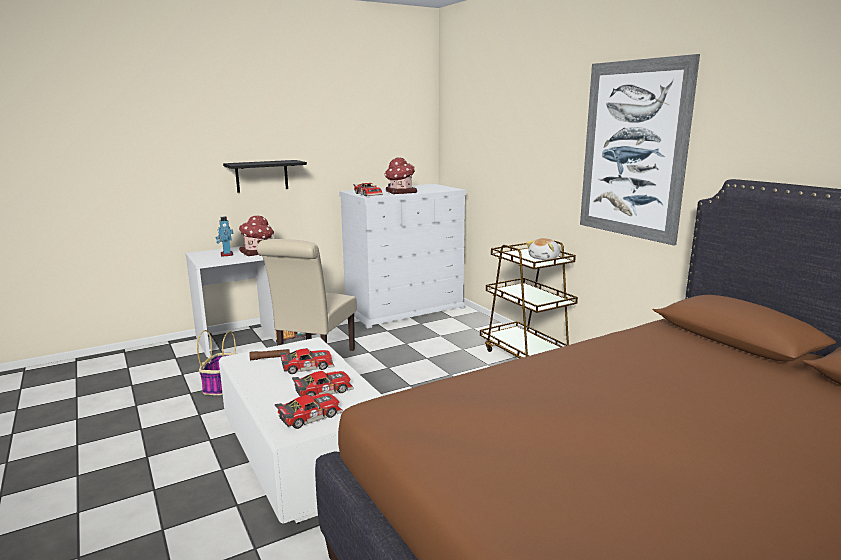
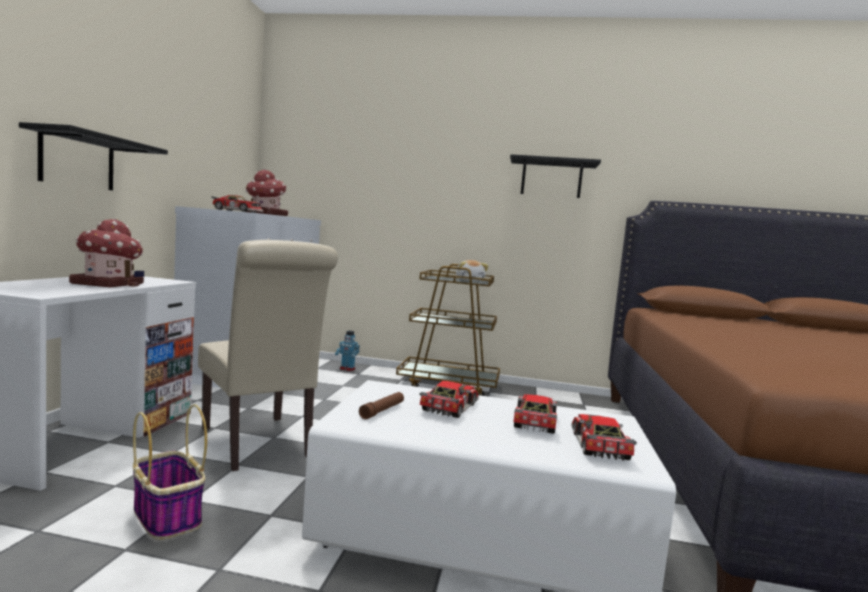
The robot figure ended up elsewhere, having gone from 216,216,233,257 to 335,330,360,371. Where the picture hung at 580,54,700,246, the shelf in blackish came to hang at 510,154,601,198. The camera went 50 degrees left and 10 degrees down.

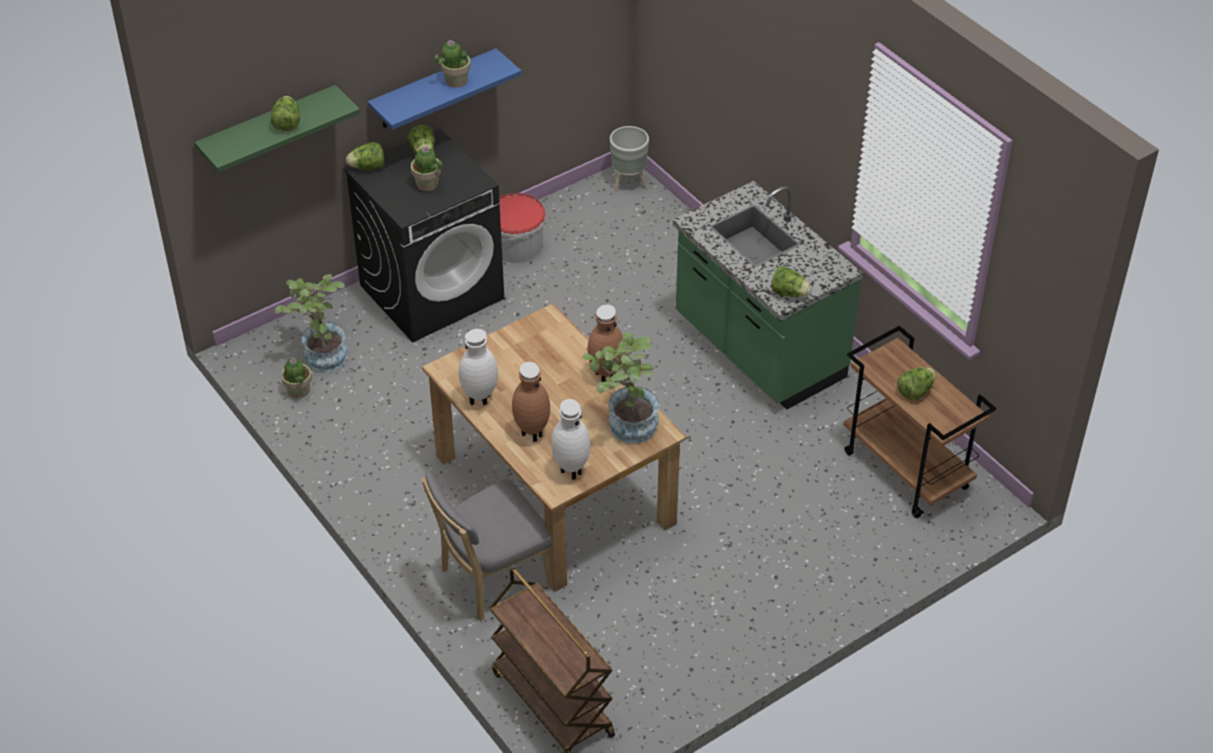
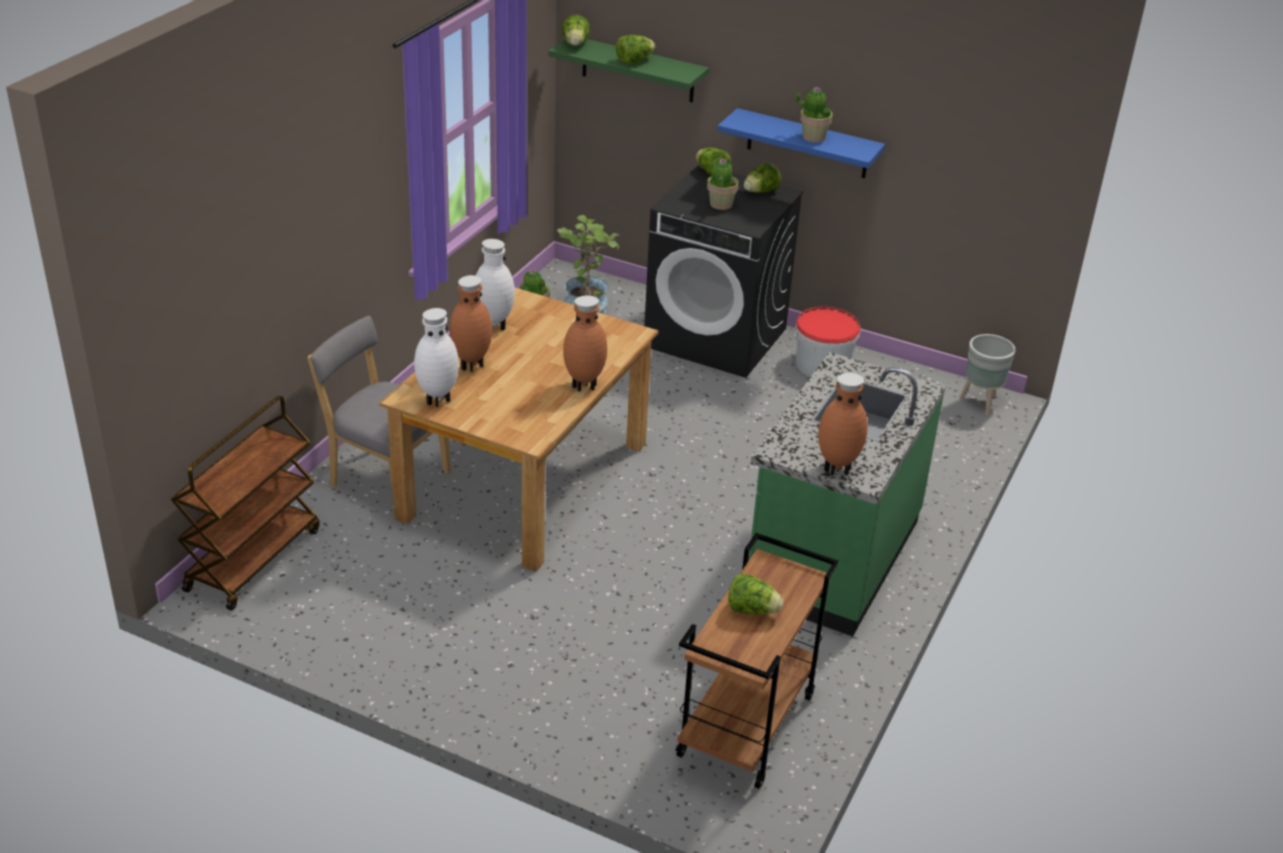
The second view lost the potted plant at 582,332,659,443. The second view gained the vase in brown-coloured at 818,373,868,476. The lettuce head ended up elsewhere, having gone from 771,266,812,297 to 562,15,589,46. The camera went 60 degrees right and 10 degrees down.

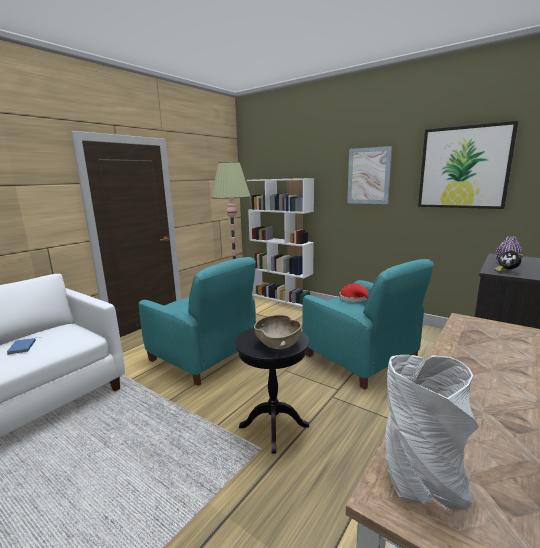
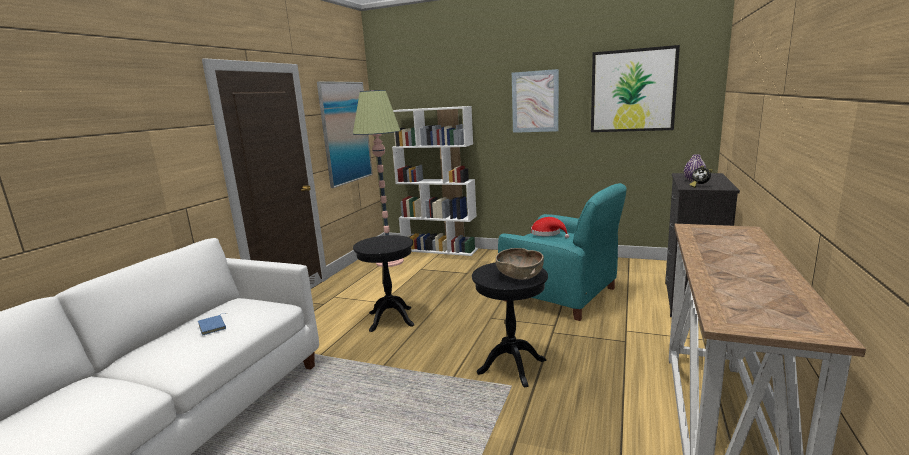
The second view lost the vase in grey at 386,355,478,510. The second view gained the picture at 317,81,373,188. Where the easy chair in turquoise-coloured stood at 139,257,256,386, the accent table in blackish came to stand at 353,235,414,332. The camera went 15 degrees left and 0 degrees up.

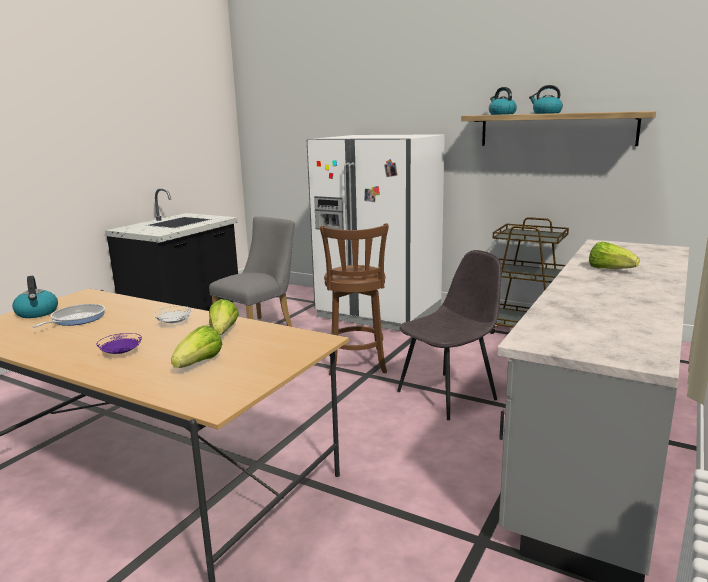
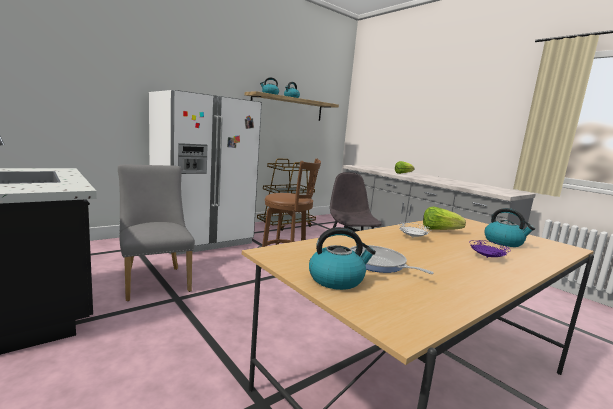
Where the lettuce head stood at 171,326,222,368, the kettle came to stand at 484,208,535,247. The camera went 70 degrees left and 5 degrees down.

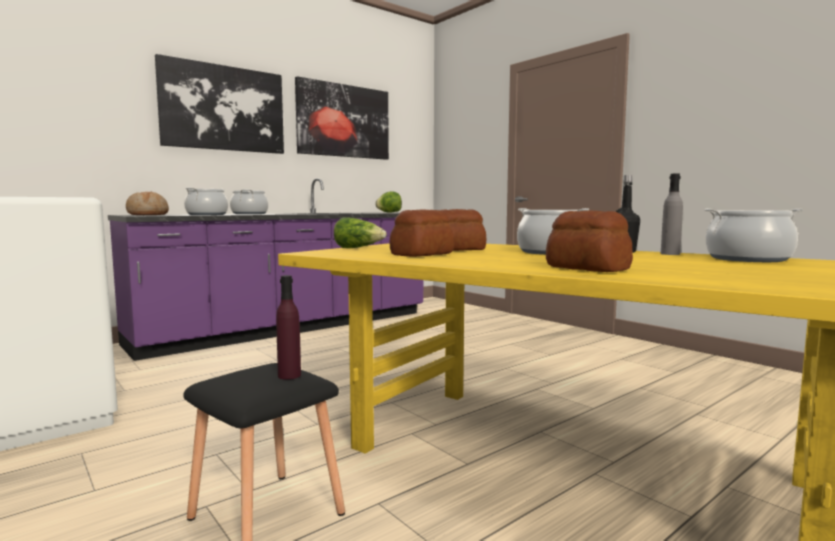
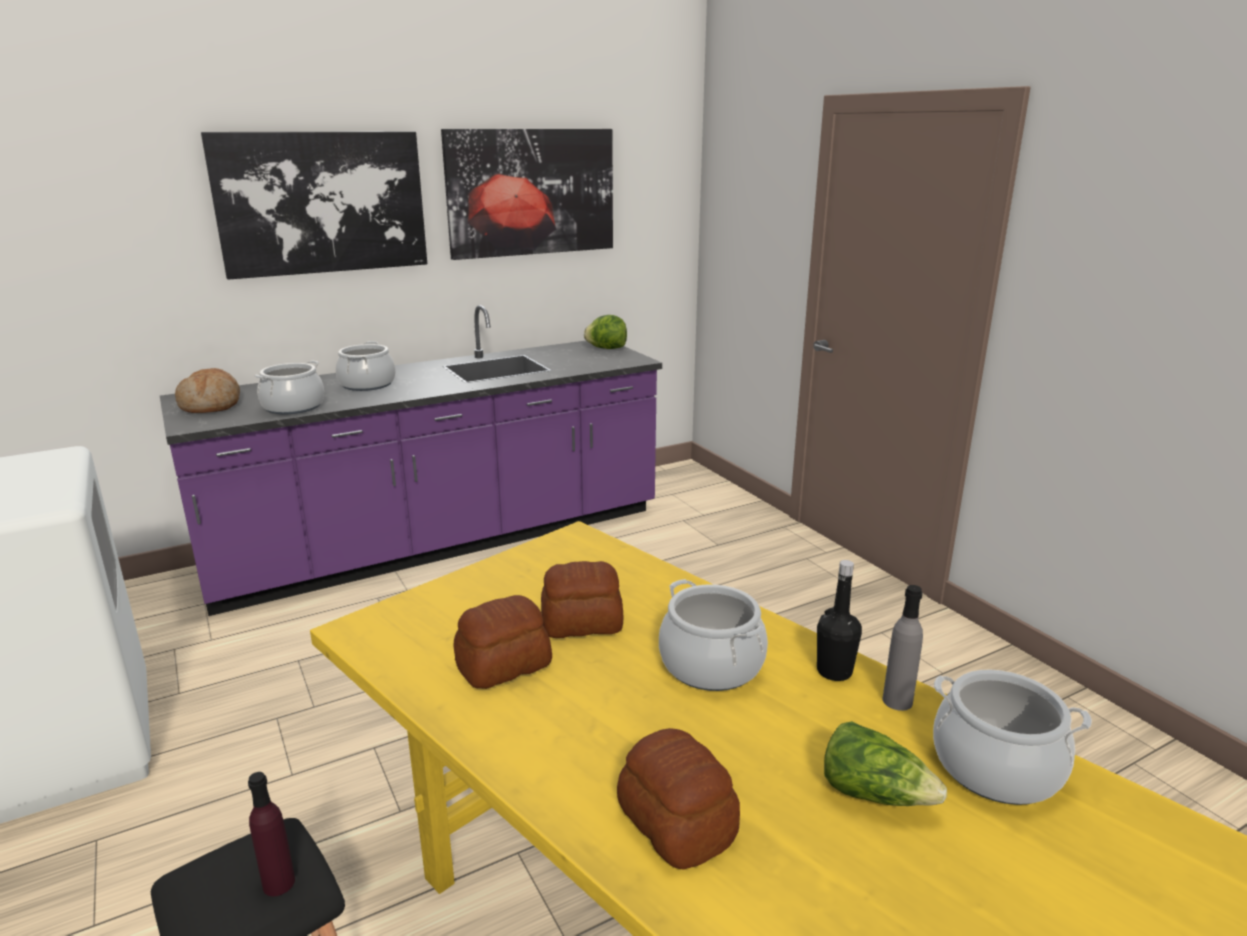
The lettuce head ended up elsewhere, having gone from 334,217,387,248 to 824,721,947,806. The camera went 10 degrees right and 15 degrees up.

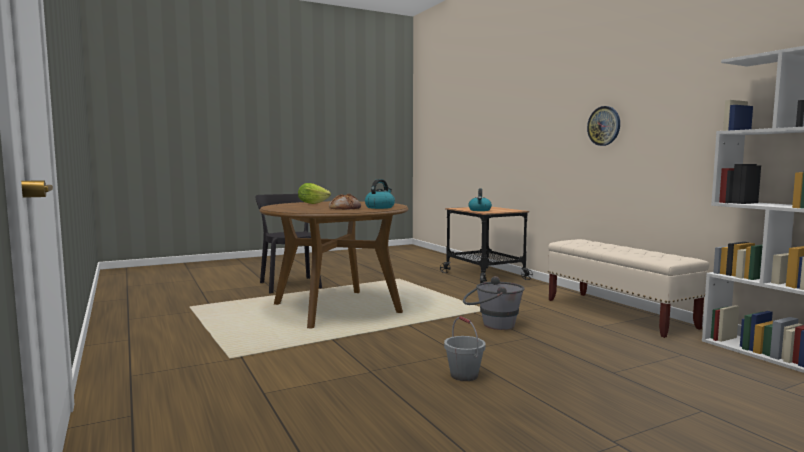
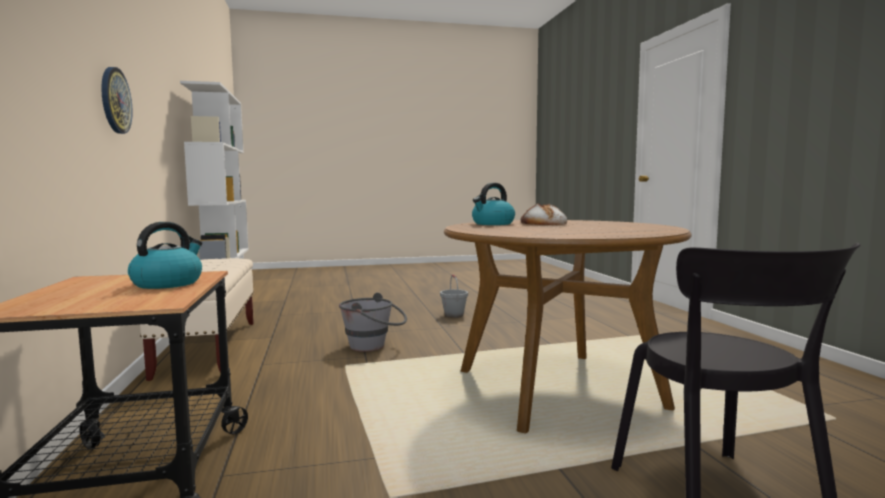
The second view lost the lettuce head at 298,183,331,204. The camera went 165 degrees left and 0 degrees up.

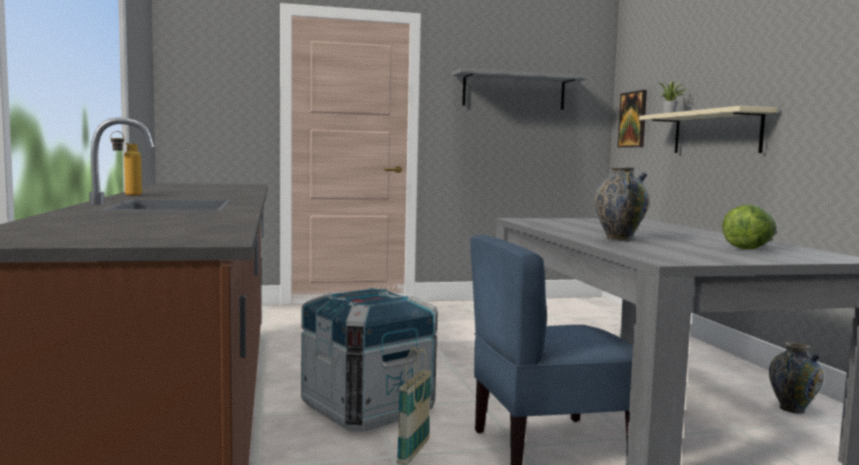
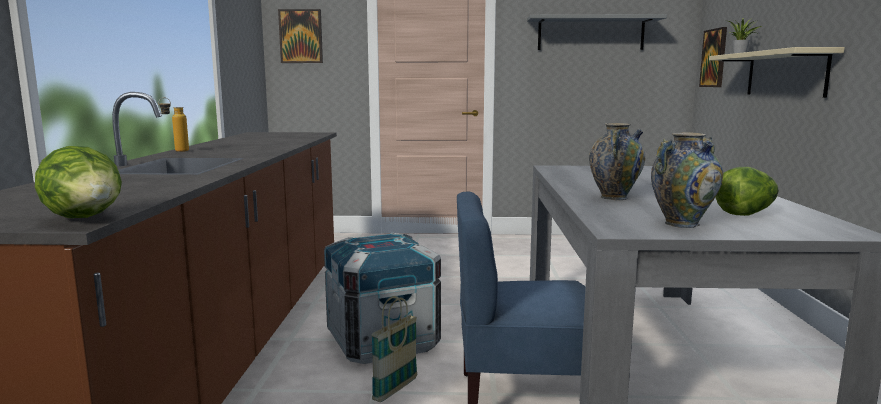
The second view gained the lettuce head at 35,146,122,218. The second view gained the picture at 278,9,323,63. The vase ended up elsewhere, having gone from 769,342,824,414 to 651,132,723,228. The camera went 15 degrees right and 5 degrees up.

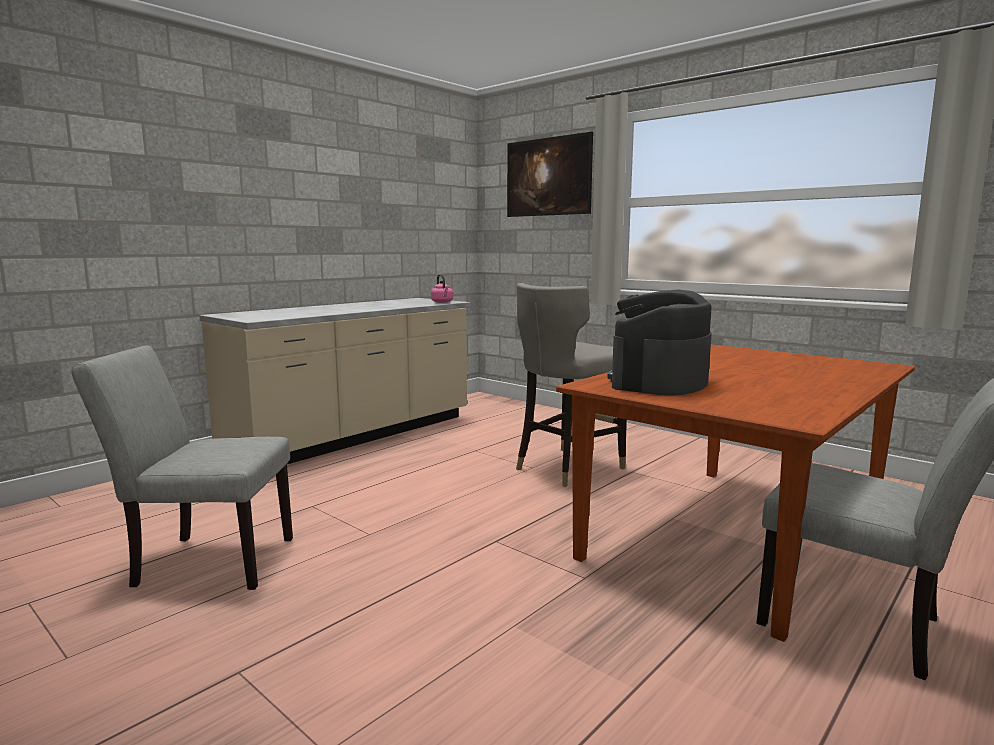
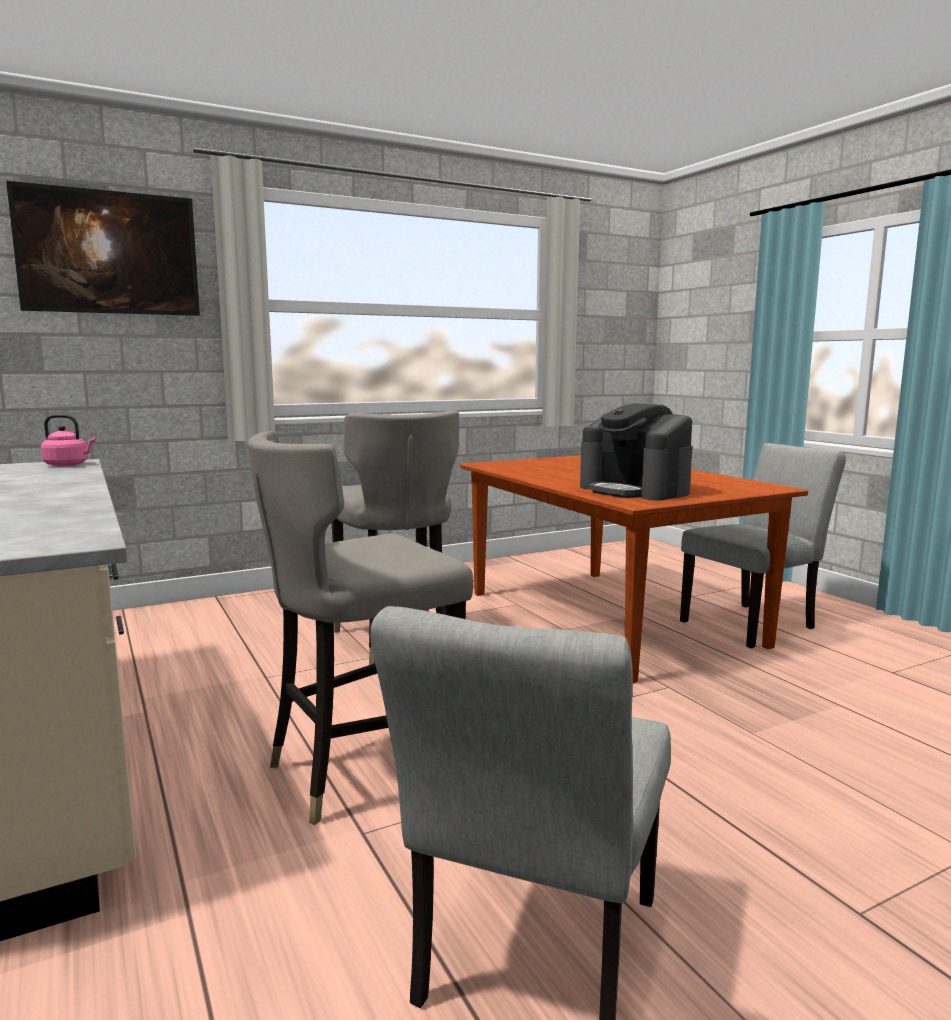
The second view gained the sitting stool in grey at 248,431,474,825. The camera went 70 degrees left and 0 degrees up.

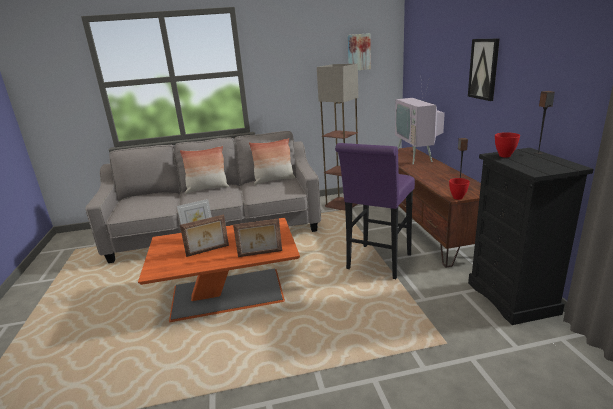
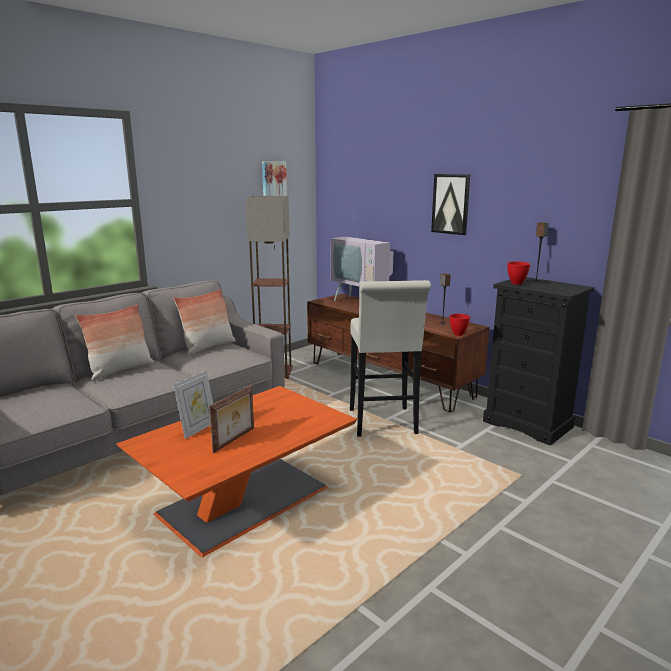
The second view lost the picture frame at 233,219,282,257. What was the sitting stool in purple-coloured at 335,143,415,279 turned into the sitting stool in white-coloured at 350,280,431,436. The camera went 35 degrees left and 5 degrees down.

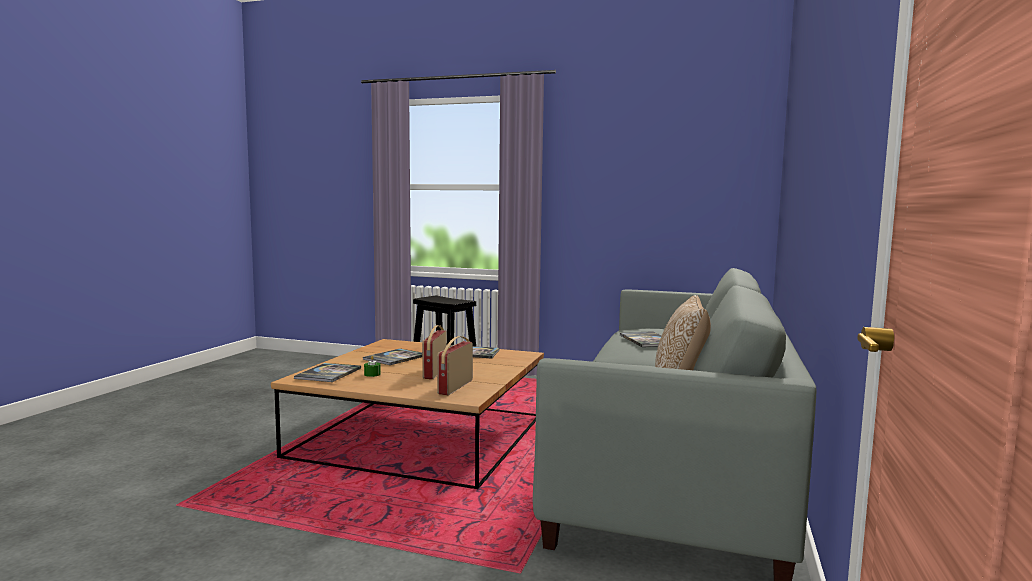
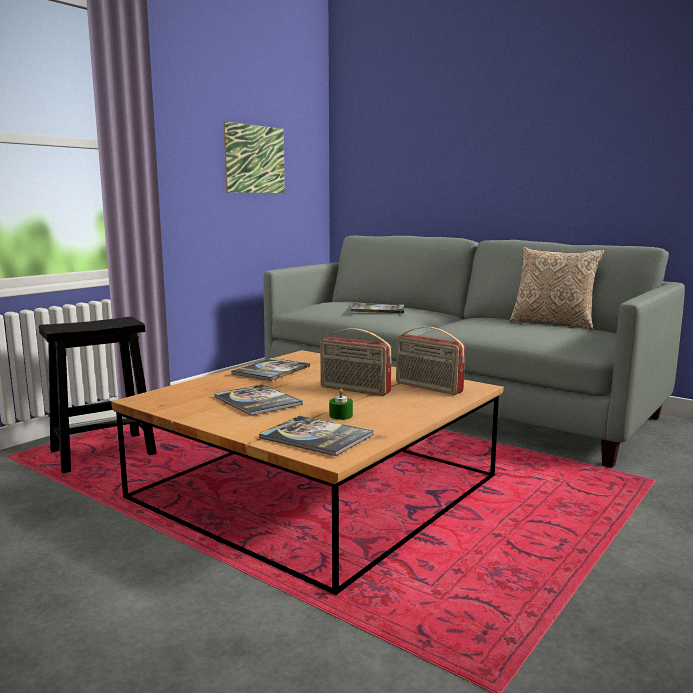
The second view gained the picture at 224,121,285,193. The camera went 70 degrees left and 5 degrees up.

